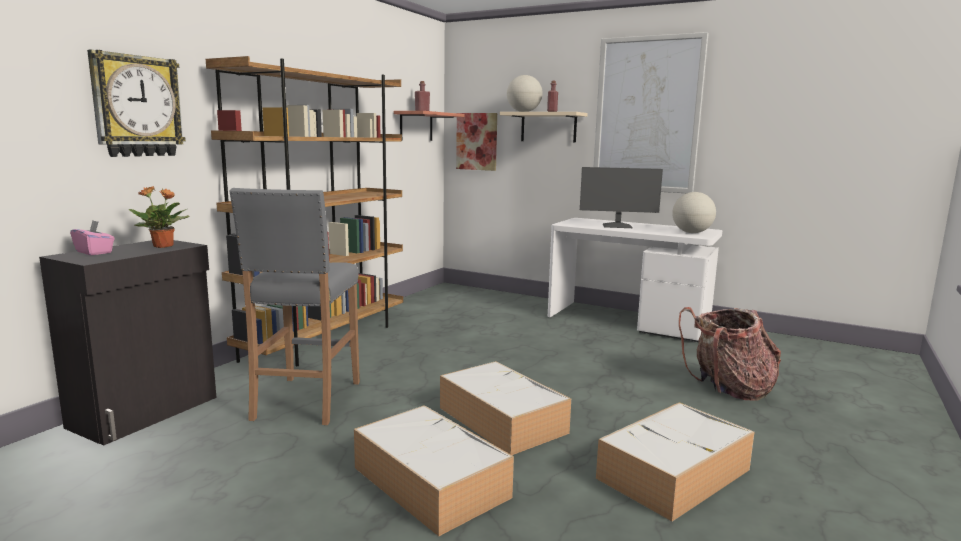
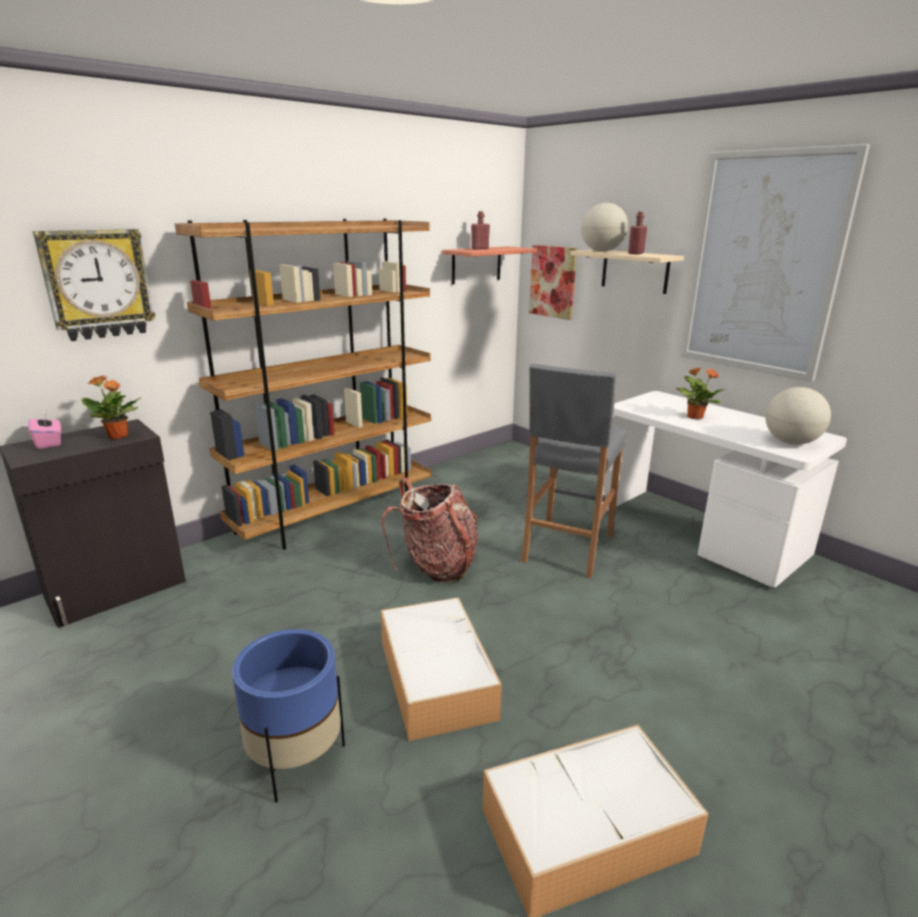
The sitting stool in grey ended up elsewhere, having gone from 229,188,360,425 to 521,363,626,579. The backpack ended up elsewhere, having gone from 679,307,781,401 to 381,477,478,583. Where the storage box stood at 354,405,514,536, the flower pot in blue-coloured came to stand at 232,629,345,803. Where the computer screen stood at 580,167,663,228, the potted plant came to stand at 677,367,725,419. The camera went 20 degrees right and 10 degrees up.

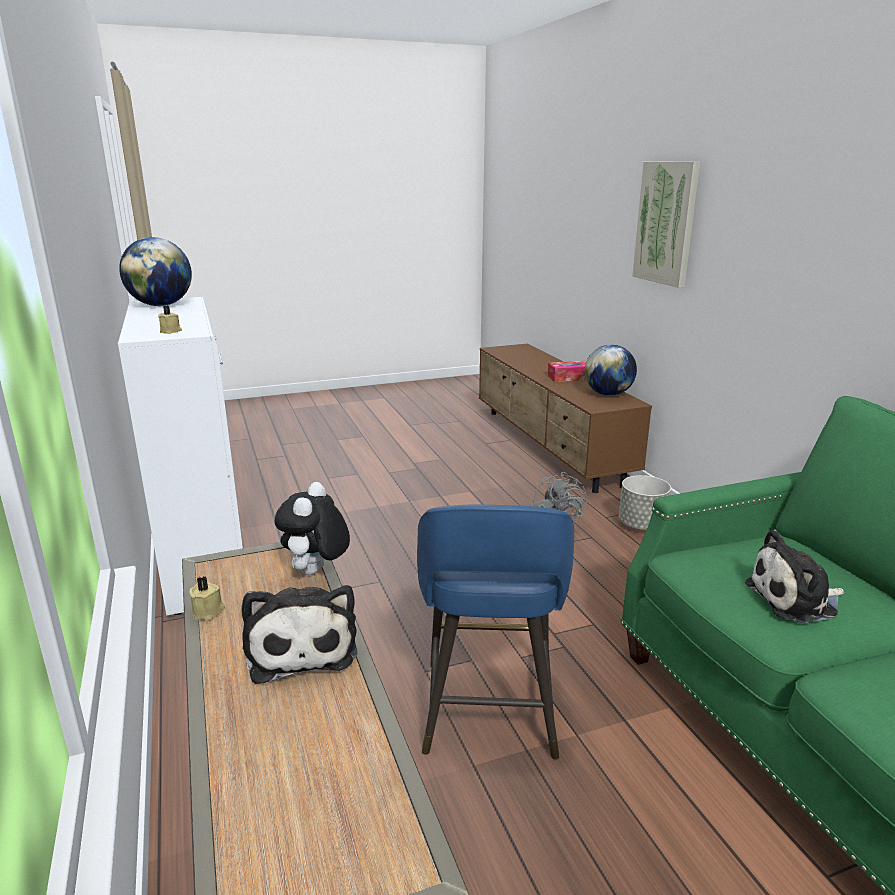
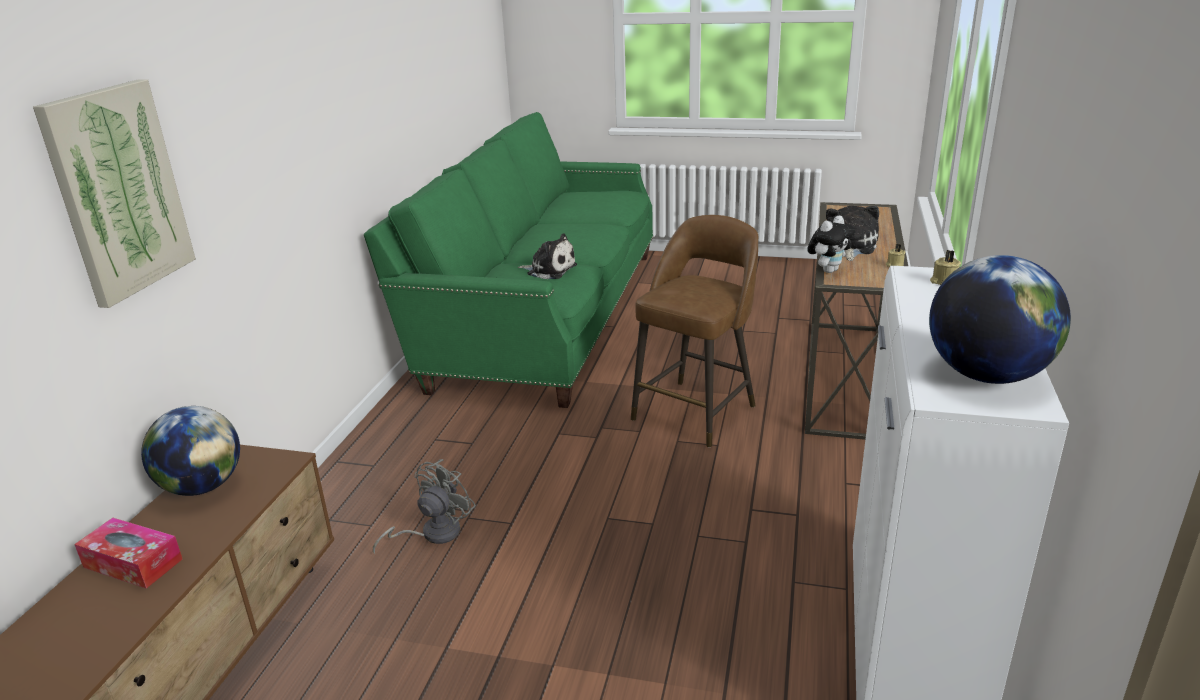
The second view lost the flower pot in grey at 619,475,671,530. What was the sitting stool in blue-coloured at 417,505,574,760 turned into the sitting stool in brown-coloured at 631,215,758,447. The camera went 145 degrees left and 5 degrees up.

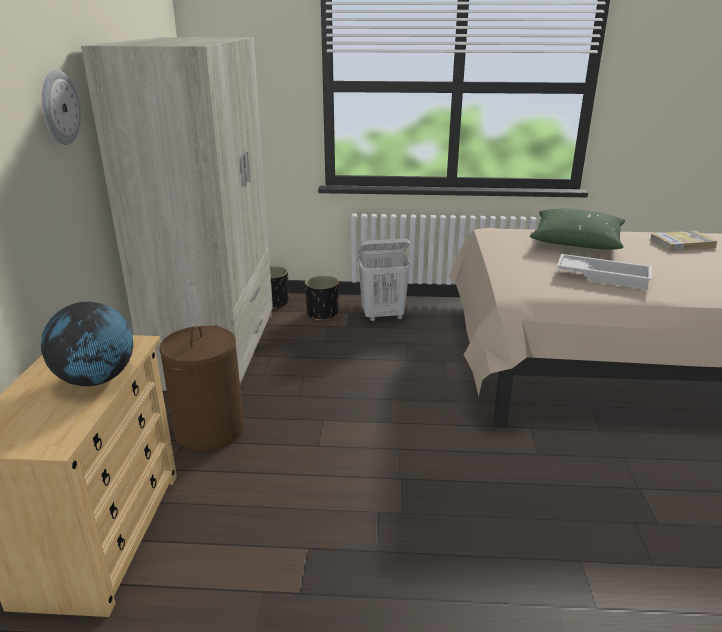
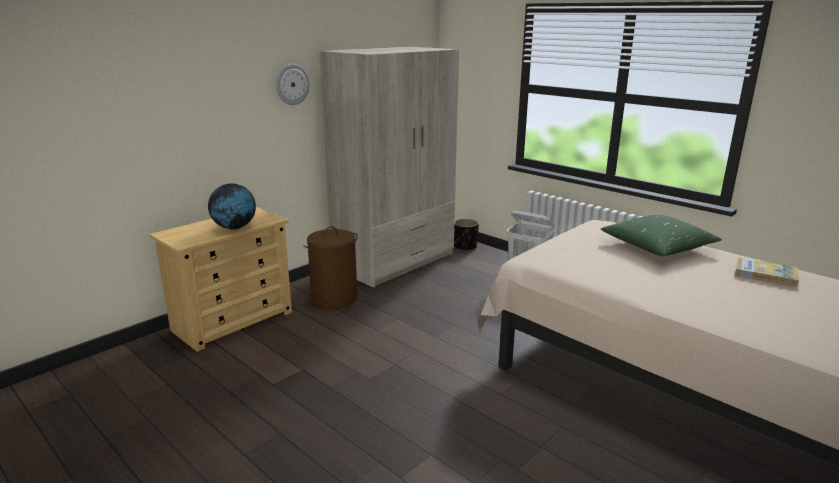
The second view lost the flower pot in blackish at 305,276,339,320. The second view lost the carrying tray in white-coloured at 557,254,652,290. The camera went 40 degrees right and 5 degrees down.

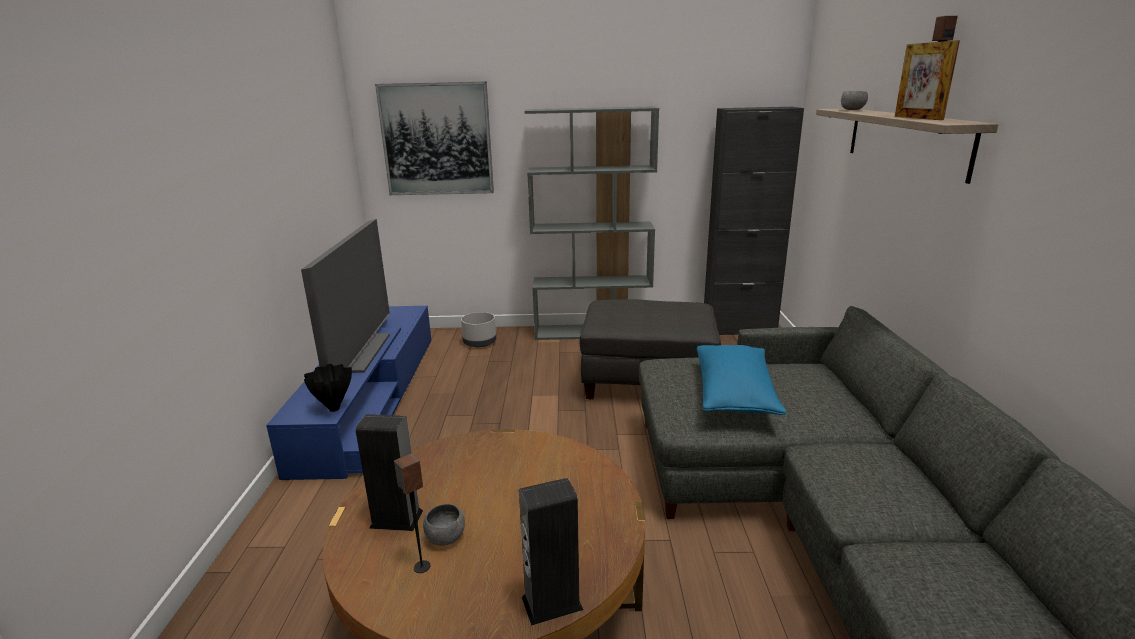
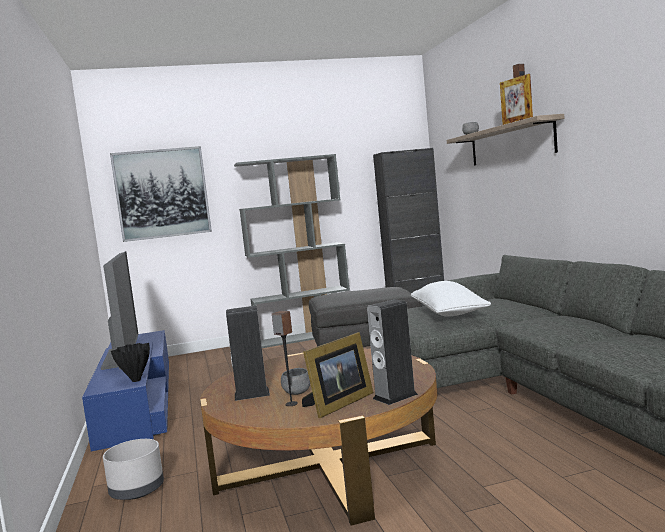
The second view gained the picture frame at 302,332,374,418. The flower pot in grey ended up elsewhere, having gone from 461,312,496,347 to 103,439,164,500. What was the throw pillow in blue-coloured at 697,345,787,415 turned into the throw pillow in white-coloured at 411,281,491,316. The camera went 15 degrees left and 15 degrees down.

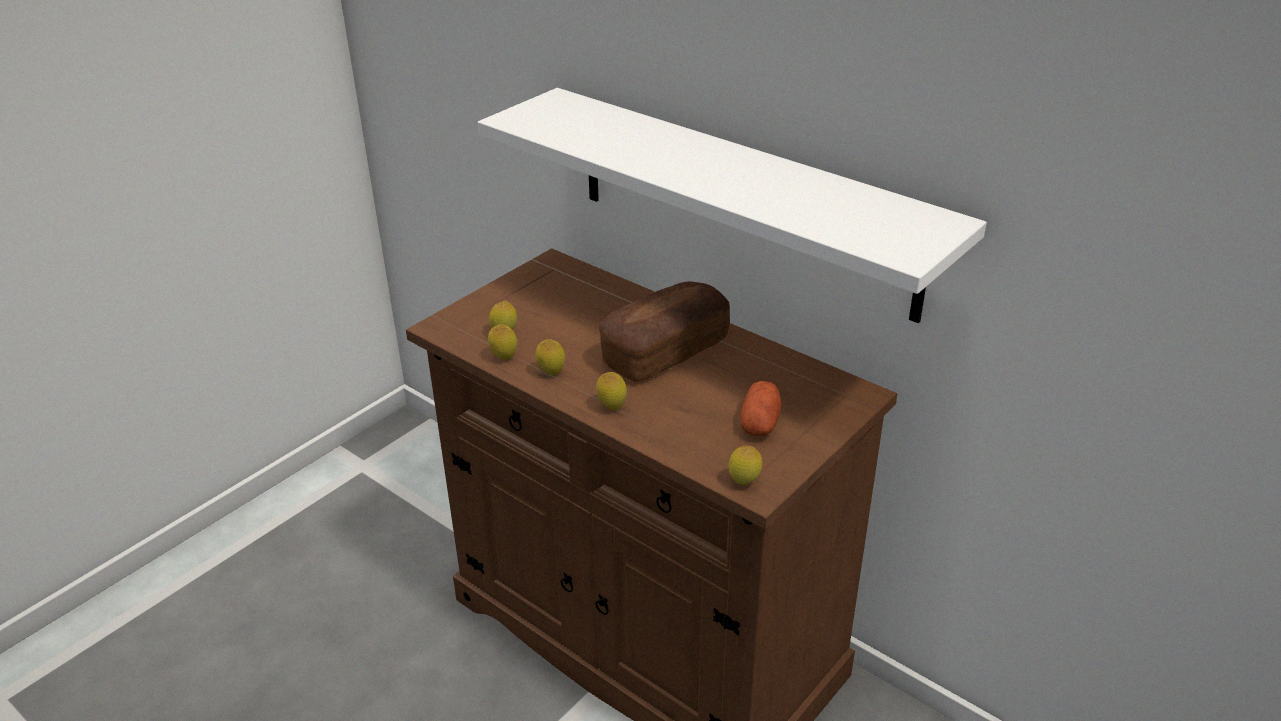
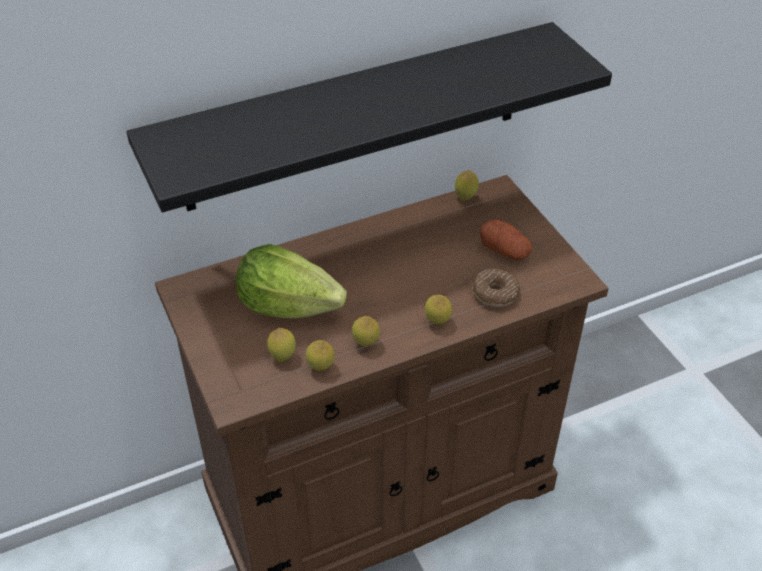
The second view lost the baked bread at 599,281,730,382. The second view gained the lettuce head at 236,244,347,318. The second view gained the doughnut at 472,269,520,307. The citrus fruit ended up elsewhere, having gone from 729,446,763,485 to 455,170,479,201. What was the shelf in white-coloured at 478,88,987,323 turned into the shelf in blackish at 127,22,612,212. The camera went 65 degrees left and 10 degrees up.

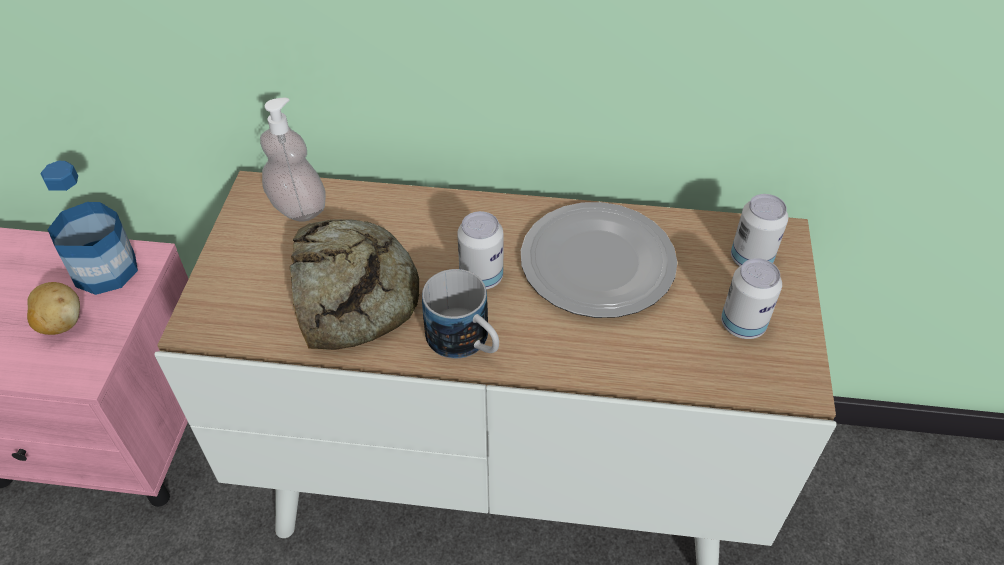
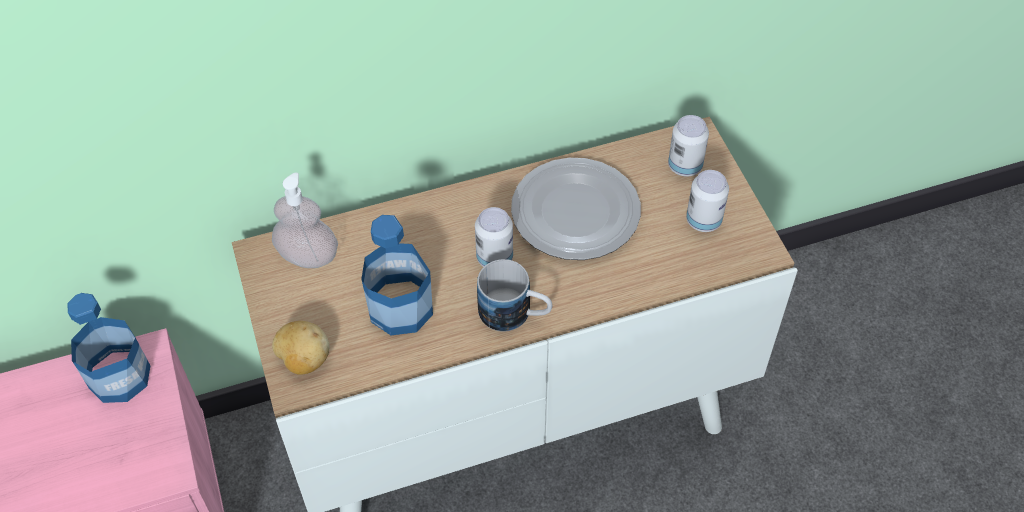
The potato ended up elsewhere, having gone from 27,282,80,335 to 272,321,329,375. Where the baked bread stood at 290,219,419,350, the beverage bottle came to stand at 362,215,433,335. The camera went 25 degrees left and 5 degrees up.

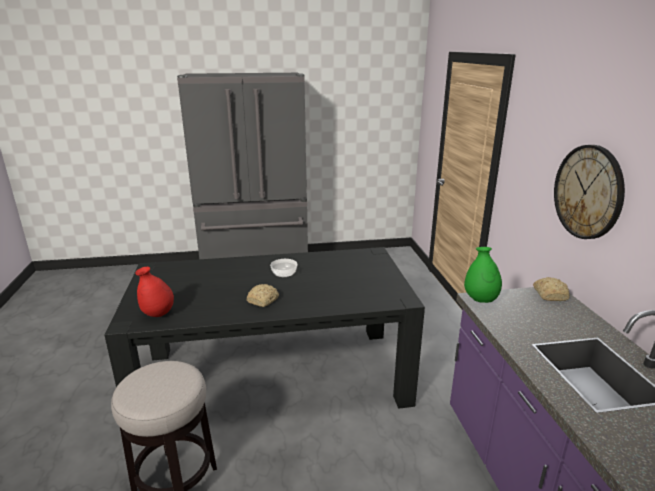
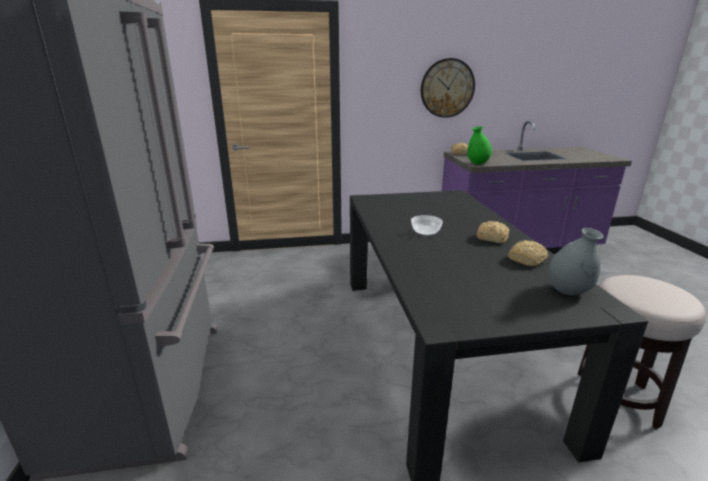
The second view gained the baked bread at 508,240,548,267. What was the vase in red at 135,267,174,317 turned into the vase in grey at 549,228,603,295. The camera went 90 degrees left and 0 degrees up.

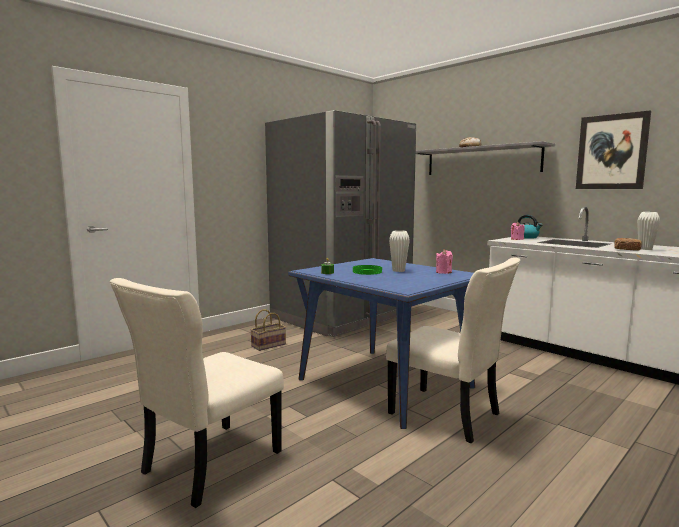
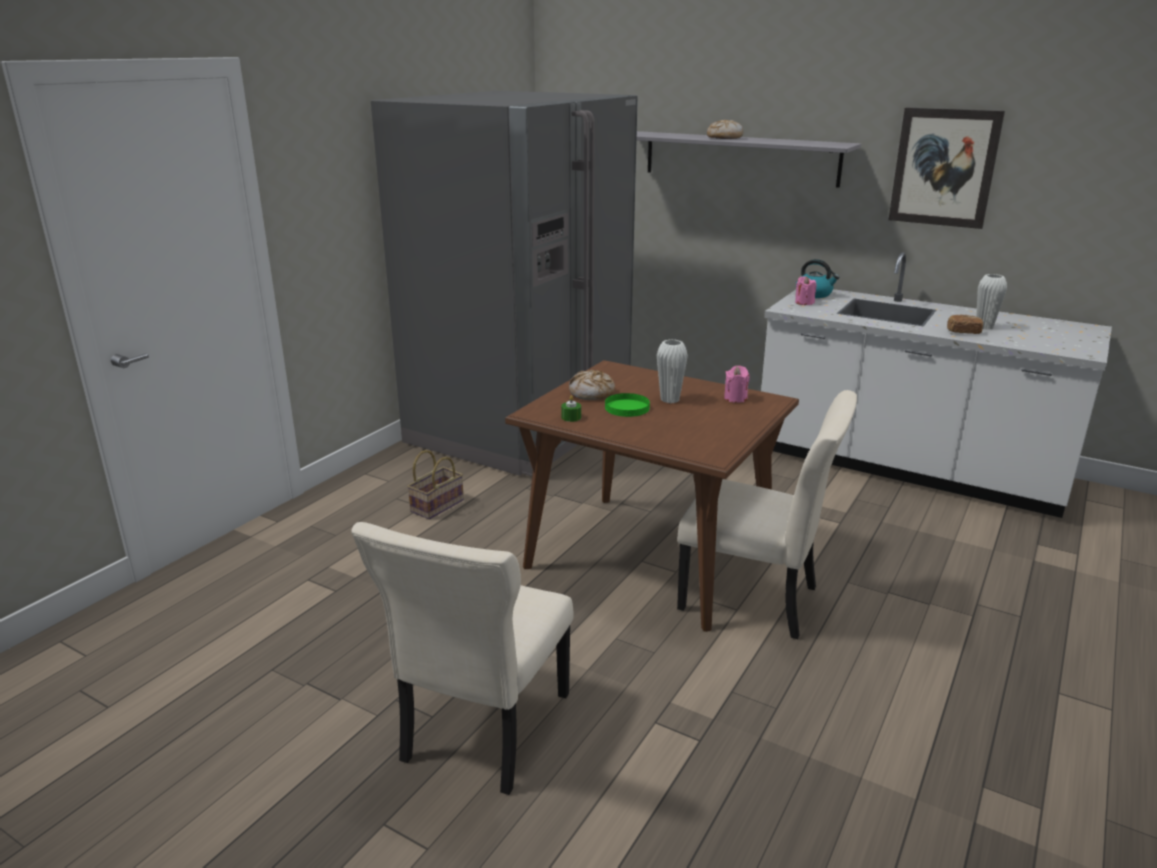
The second view gained the baked bread at 569,370,615,400. What was the dining table in blue-coloured at 288,258,475,429 turned into the dining table in brown-coloured at 505,360,799,632. The camera went 15 degrees left and 15 degrees up.

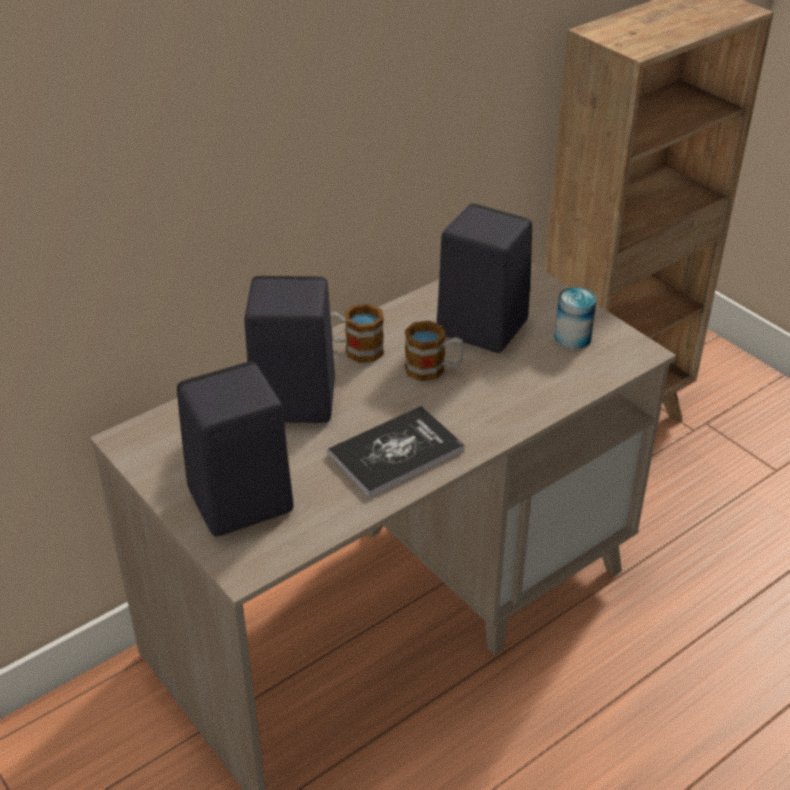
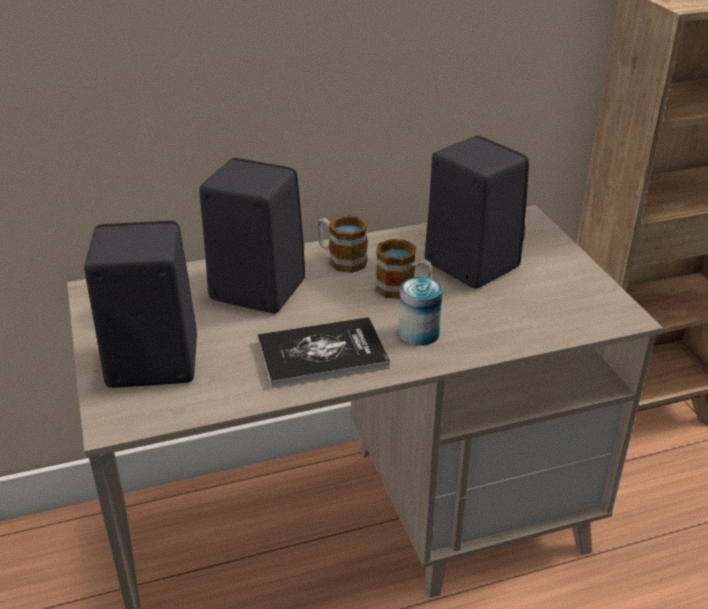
The sealed can ended up elsewhere, having gone from 554,287,597,349 to 399,276,443,346. The camera went 20 degrees right and 5 degrees down.

